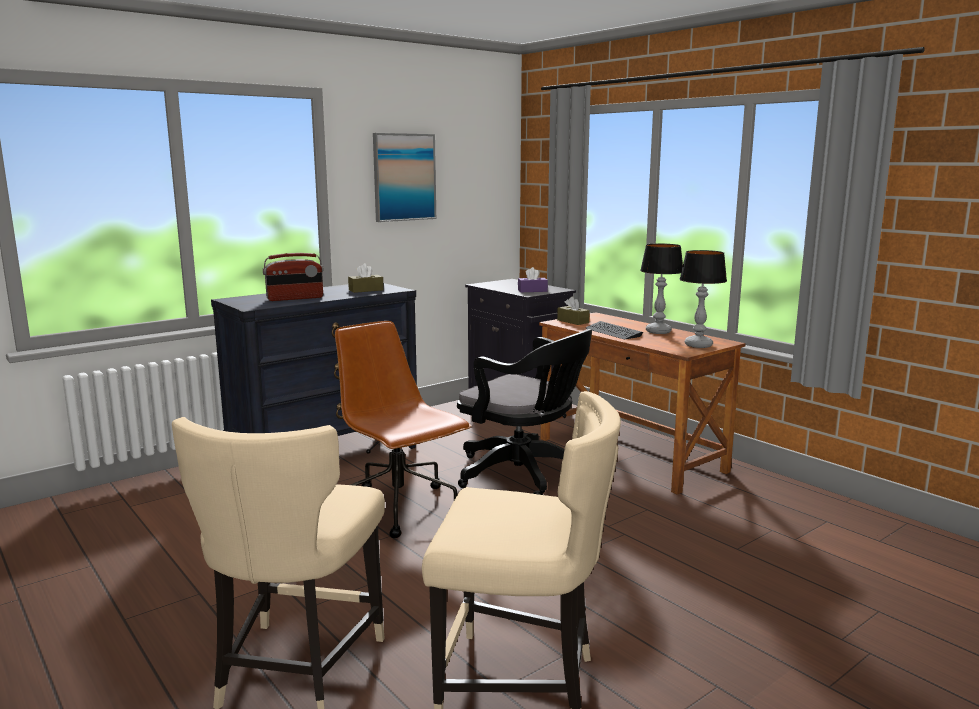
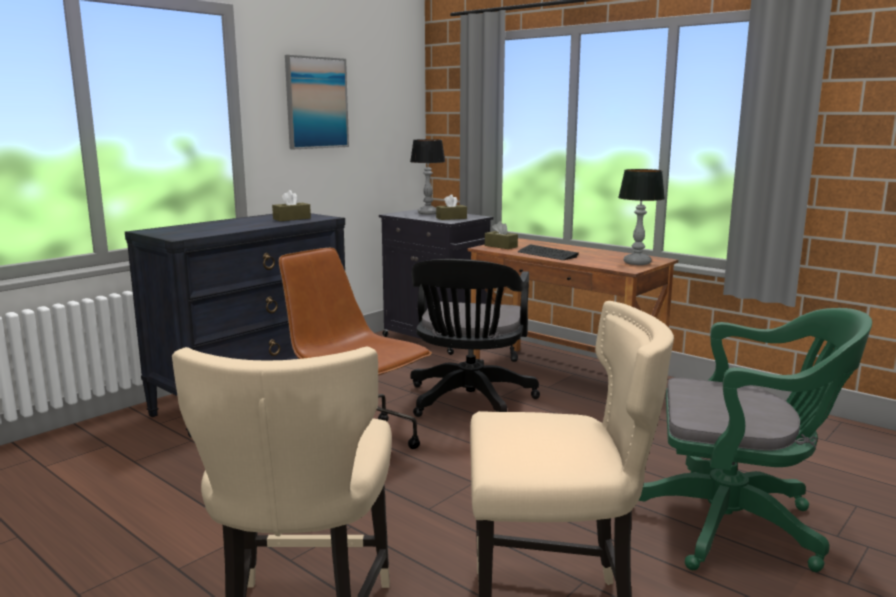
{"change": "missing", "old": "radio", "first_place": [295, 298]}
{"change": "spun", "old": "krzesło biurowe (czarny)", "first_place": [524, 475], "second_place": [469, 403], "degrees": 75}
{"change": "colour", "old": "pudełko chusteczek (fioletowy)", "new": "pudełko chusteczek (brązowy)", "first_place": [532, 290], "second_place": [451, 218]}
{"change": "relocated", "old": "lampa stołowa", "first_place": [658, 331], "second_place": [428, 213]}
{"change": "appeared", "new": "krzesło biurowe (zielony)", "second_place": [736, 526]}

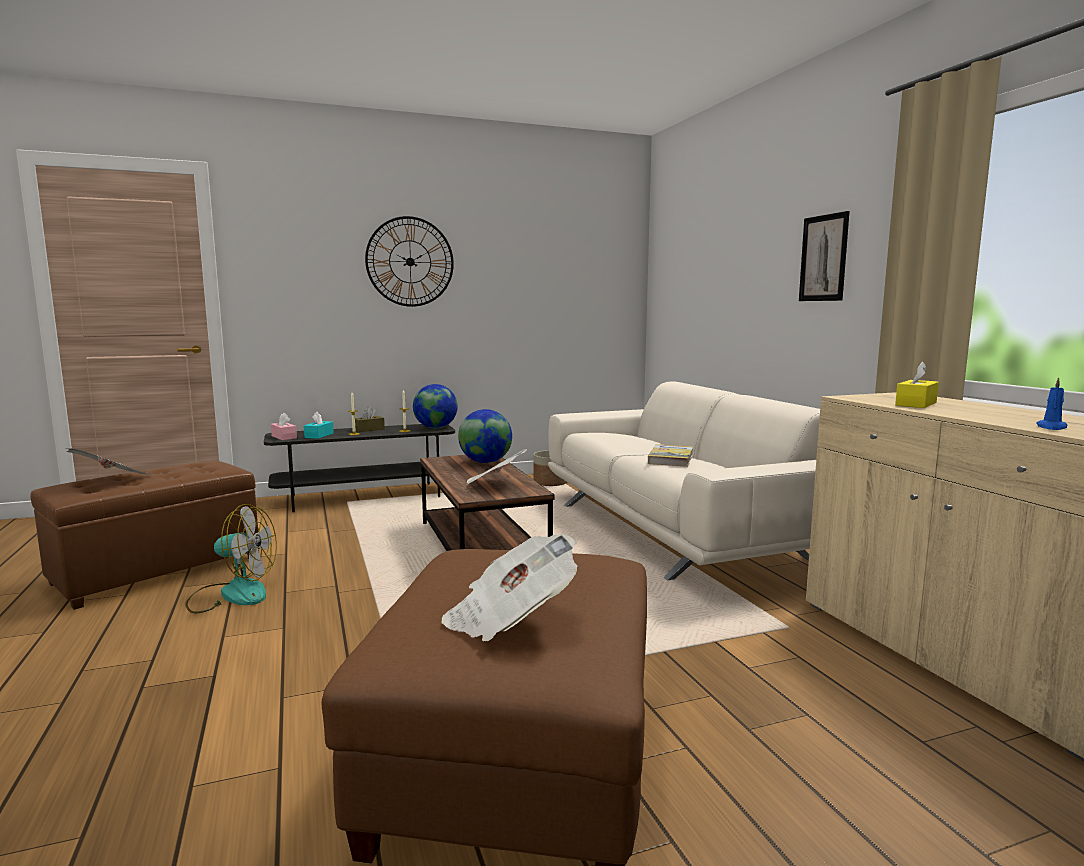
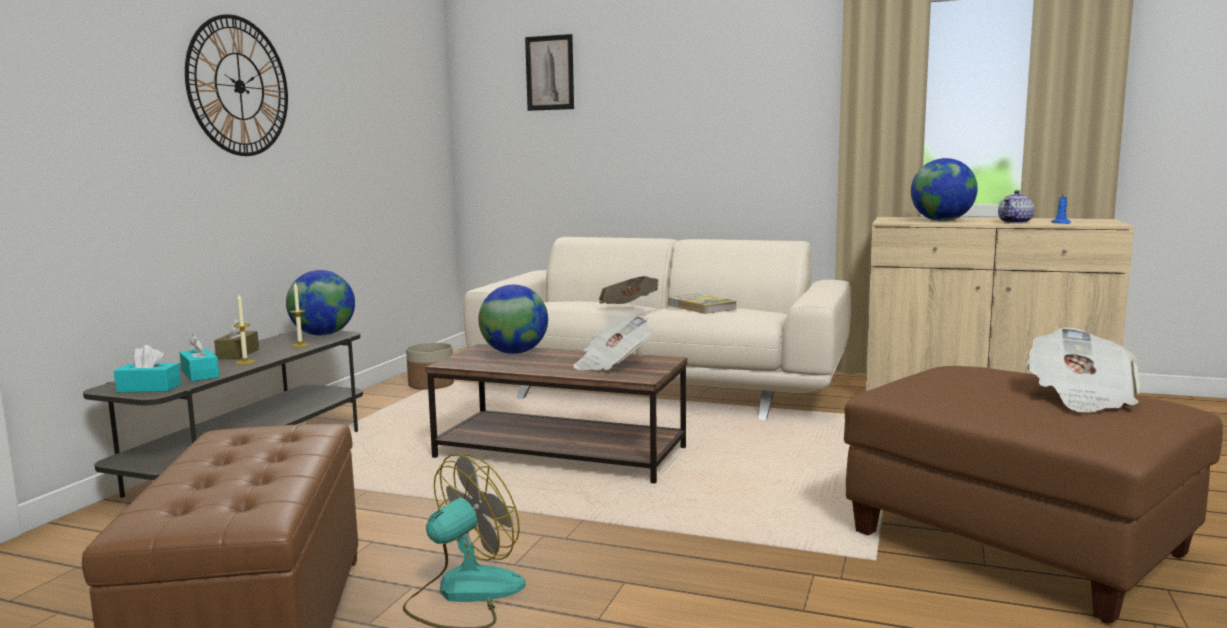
{"change": "relocated", "old": "gazeta", "first_place": [112, 480], "second_place": [628, 308]}
{"change": "colour", "old": "pudełko chusteczek (różowy)", "new": "pudełko chusteczek (turkusowy)", "first_place": [284, 437], "second_place": [149, 388]}
{"change": "relocated", "old": "obraz", "first_place": [823, 258], "second_place": [550, 73]}
{"change": "exchanged", "old": "pudełko chusteczek (żółty)", "new": "globus", "first_place": [916, 404], "second_place": [942, 221]}
{"change": "appeared", "new": "imbryk", "second_place": [1015, 222]}

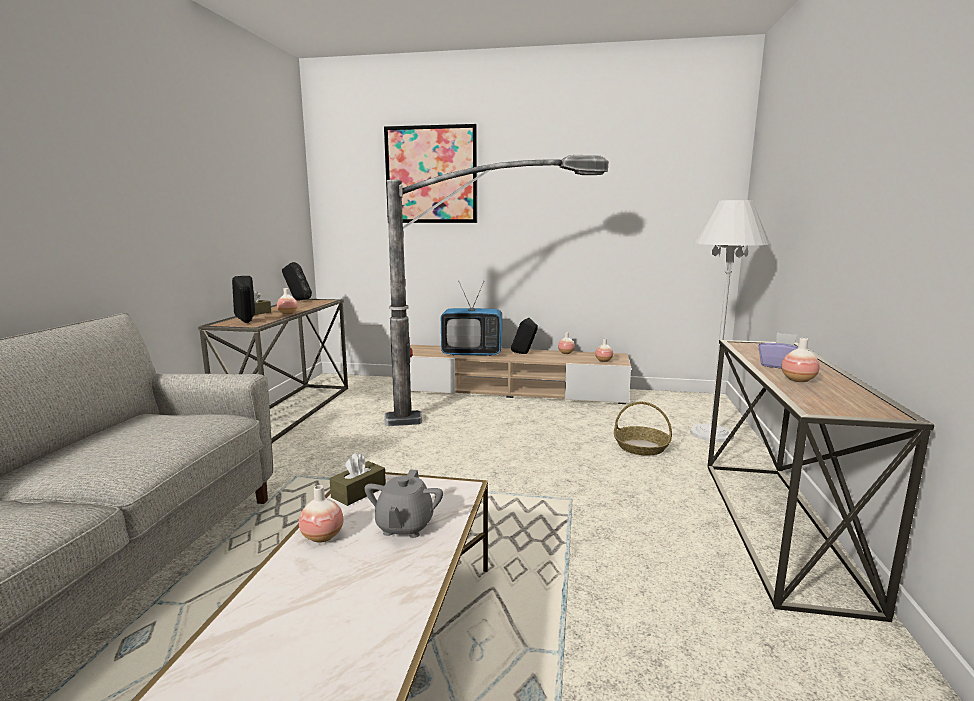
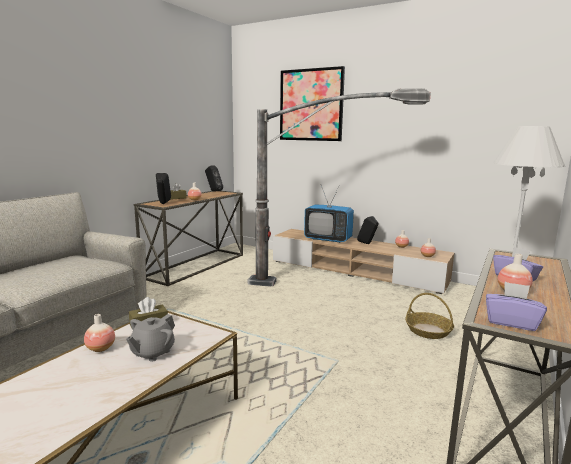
{"change": "appeared", "new": "pudełko chusteczek (fioletowy)", "second_place": [511, 322]}

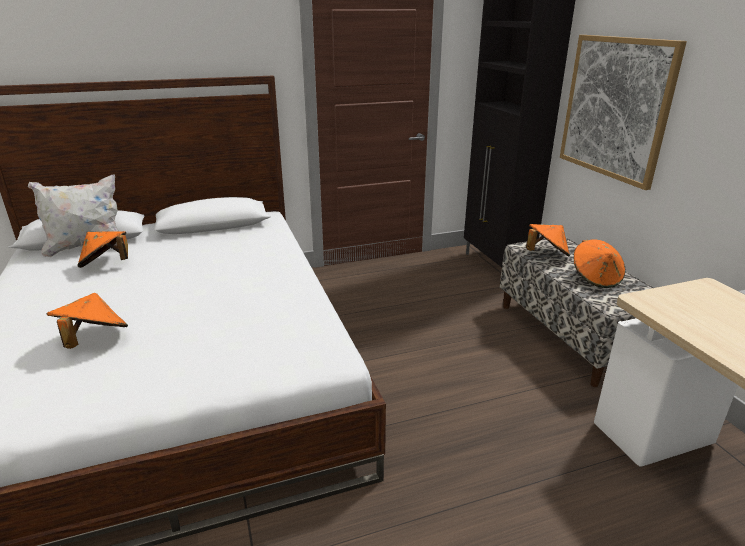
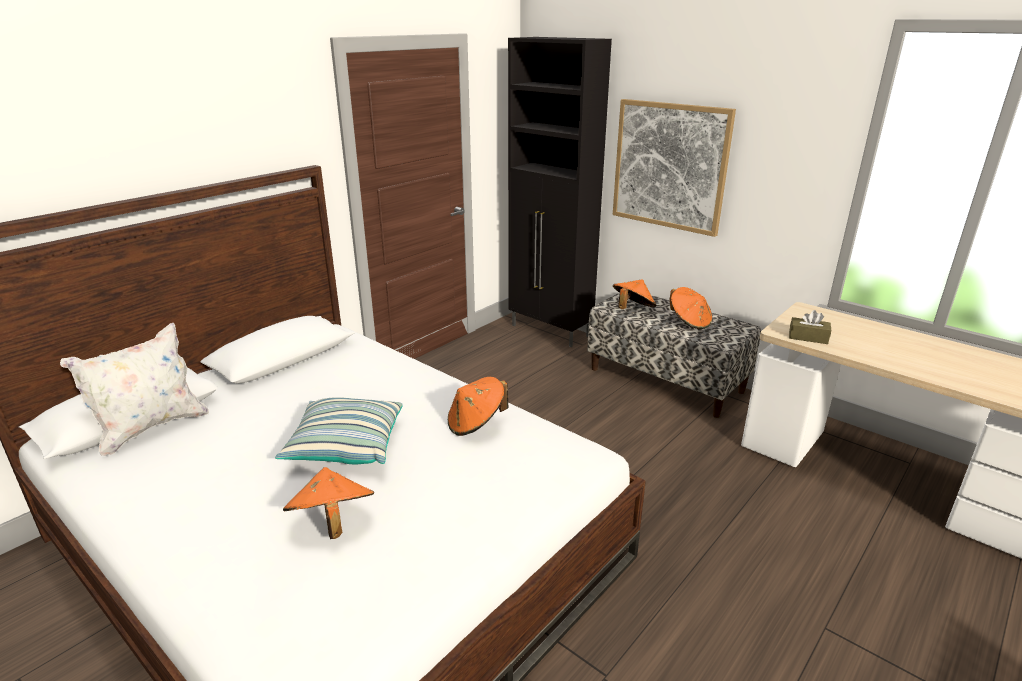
{"change": "relocated", "old": "kapelusz (pomarańczowy)", "first_place": [106, 265], "second_place": [476, 423]}
{"change": "appeared", "new": "poduszka", "second_place": [345, 446]}
{"change": "appeared", "new": "pudełko chusteczek (brązowy)", "second_place": [808, 337]}

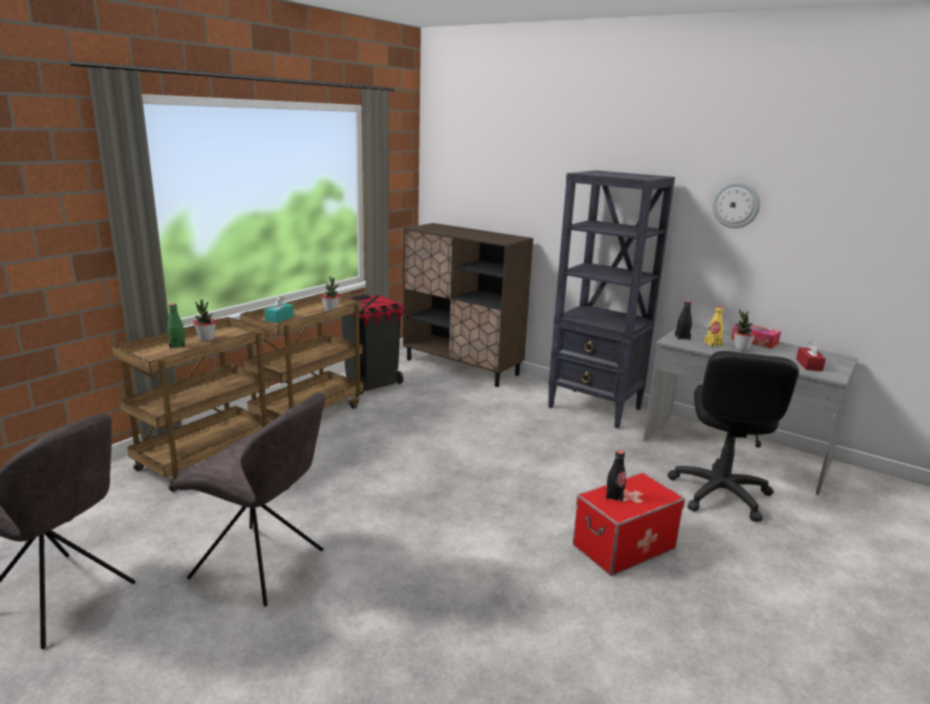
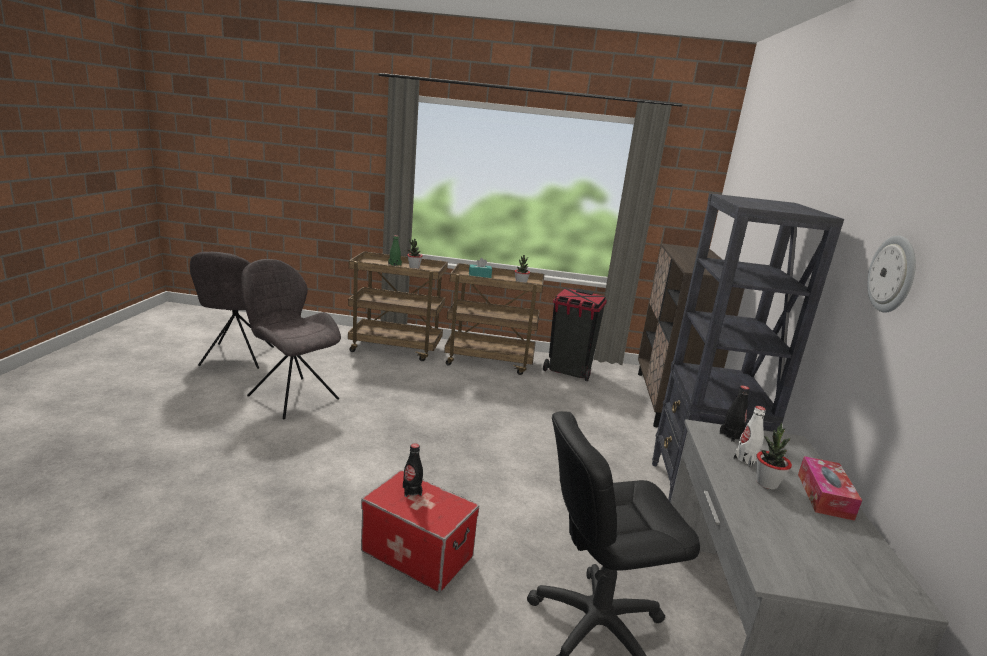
{"change": "spun", "old": "krzesło (szary)", "first_place": [261, 566], "second_place": [291, 396], "degrees": 135}
{"change": "colour", "old": "butelka (żółty)", "new": "butelka (biały)", "first_place": [713, 344], "second_place": [745, 459]}
{"change": "missing", "old": "pudełko chusteczek (czerwony)", "first_place": [809, 365]}

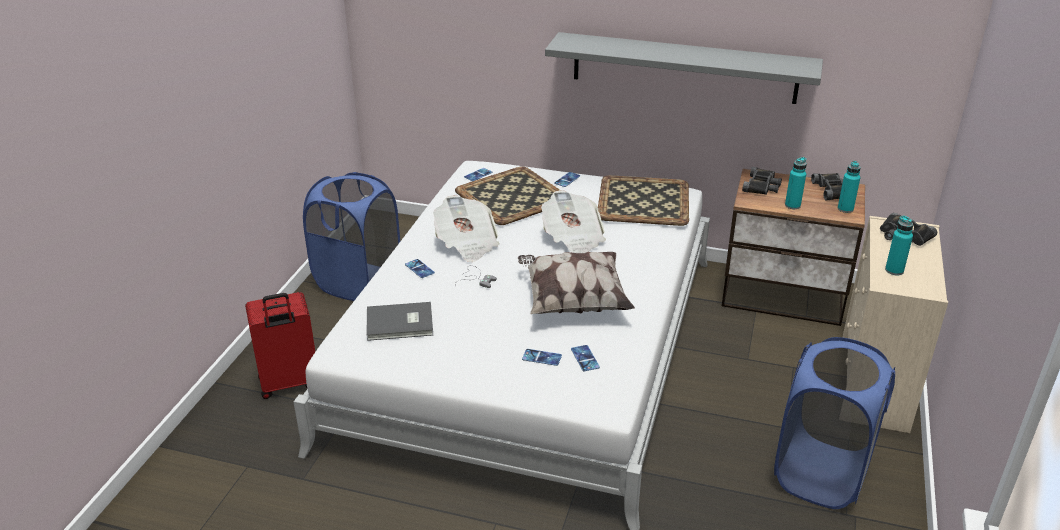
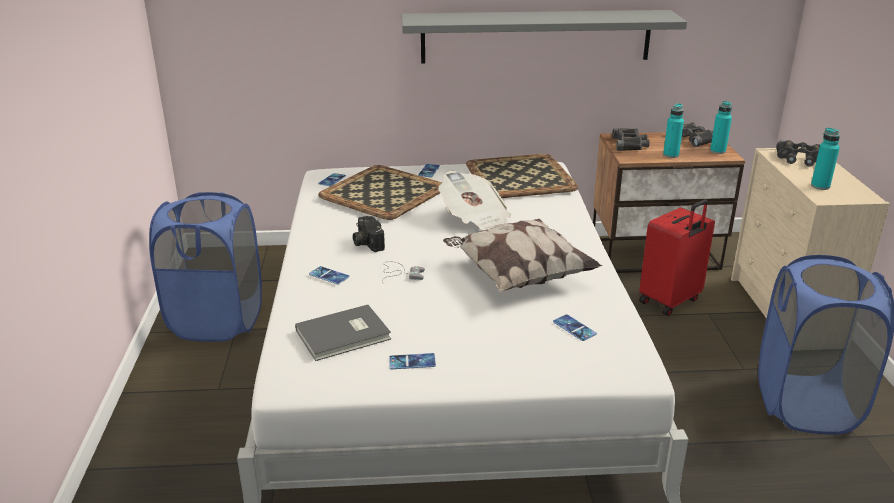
{"change": "relocated", "old": "walizka (czerwony)", "first_place": [289, 384], "second_place": [670, 301]}
{"change": "exchanged", "old": "gazeta", "new": "aparat fotograficzny", "first_place": [466, 244], "second_place": [366, 243]}
{"change": "relocated", "old": "telefon", "first_place": [542, 357], "second_place": [412, 362]}

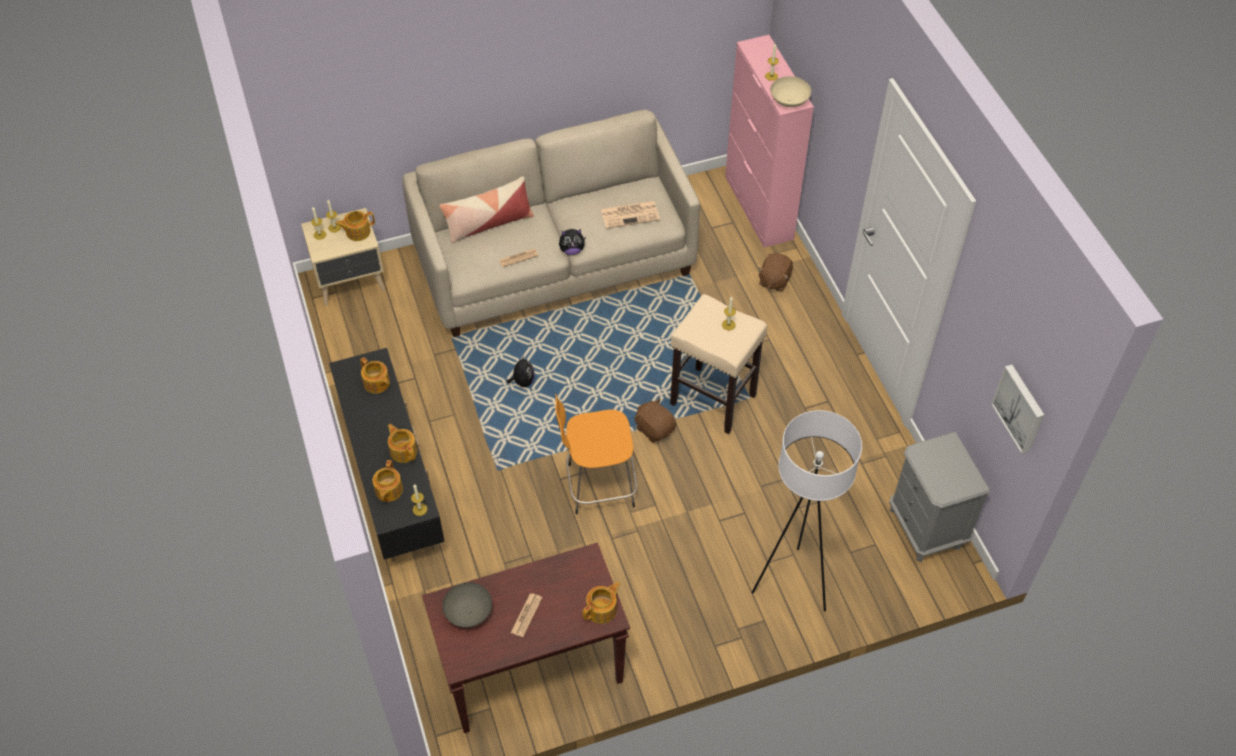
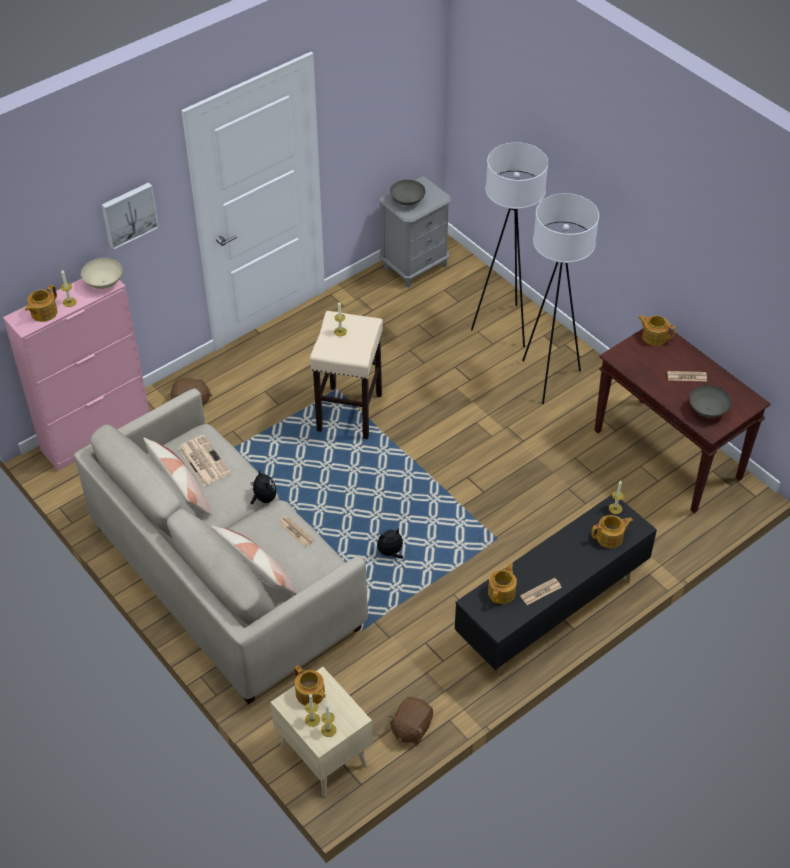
{"change": "relocated", "old": "imbryk", "first_place": [403, 450], "second_place": [43, 313]}
{"change": "missing", "old": "stołek (pomarańczowy)", "first_place": [598, 486]}
{"change": "relocated", "old": "pluszak (brązowy)", "first_place": [654, 428], "second_place": [411, 728]}
{"change": "relocated", "old": "obraz", "first_place": [1020, 408], "second_place": [128, 214]}
{"change": "appeared", "new": "poduszka", "second_place": [180, 490]}
{"change": "appeared", "new": "miska (szary)", "second_place": [408, 201]}
{"change": "appeared", "new": "gazeta", "second_place": [540, 592]}
{"change": "appeared", "new": "lampa stojąca (biały)", "second_place": [548, 378]}

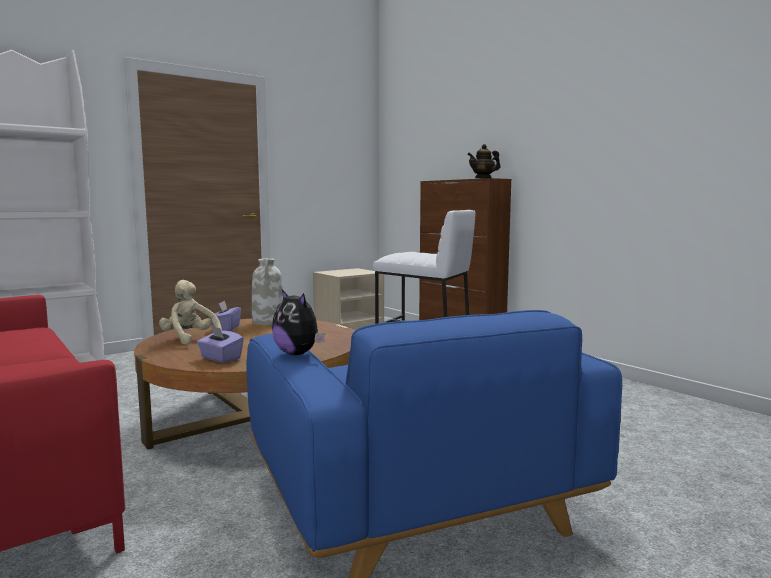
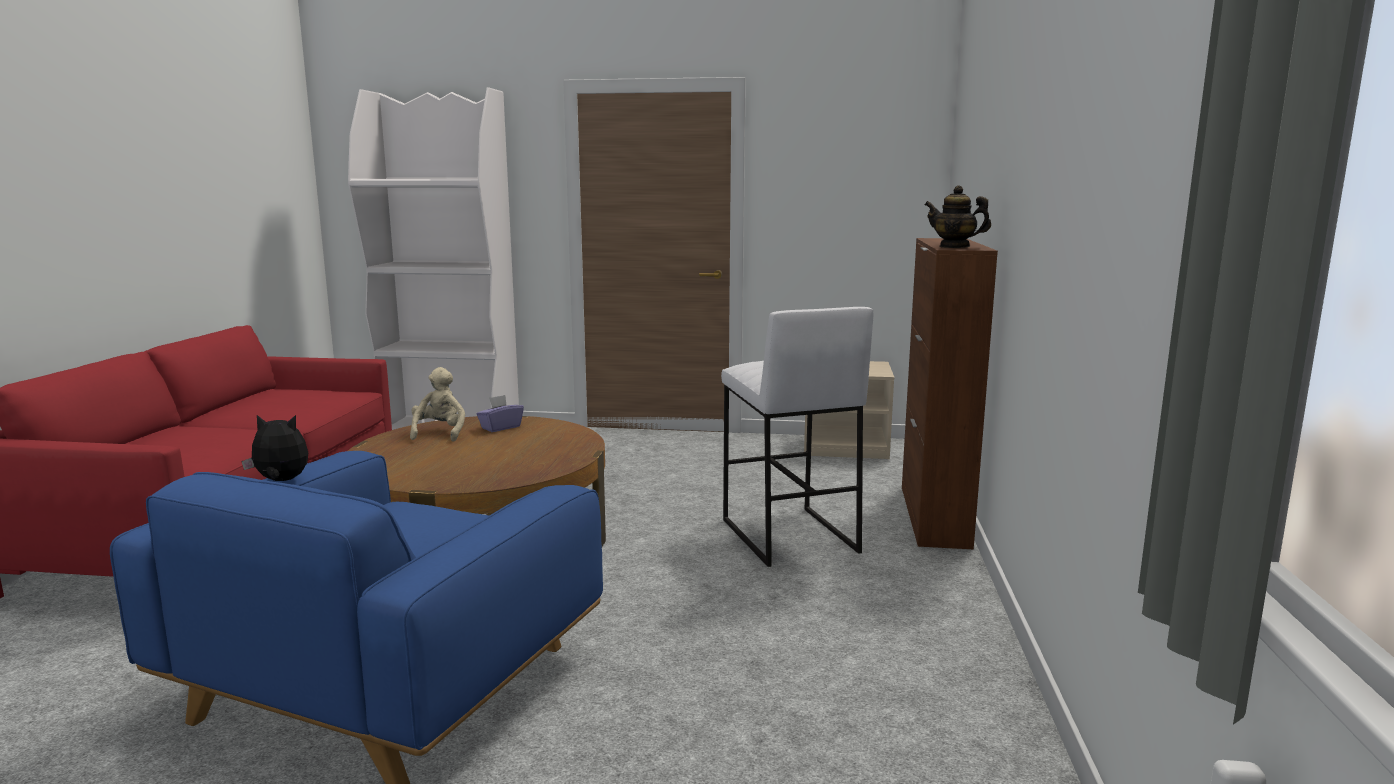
{"change": "missing", "old": "pudełko chusteczek (fioletowy)", "first_place": [220, 358]}
{"change": "missing", "old": "wazon (biały)", "first_place": [268, 322]}
{"change": "spun", "old": "pluszak", "first_place": [298, 354], "second_place": [281, 481], "degrees": 90}

